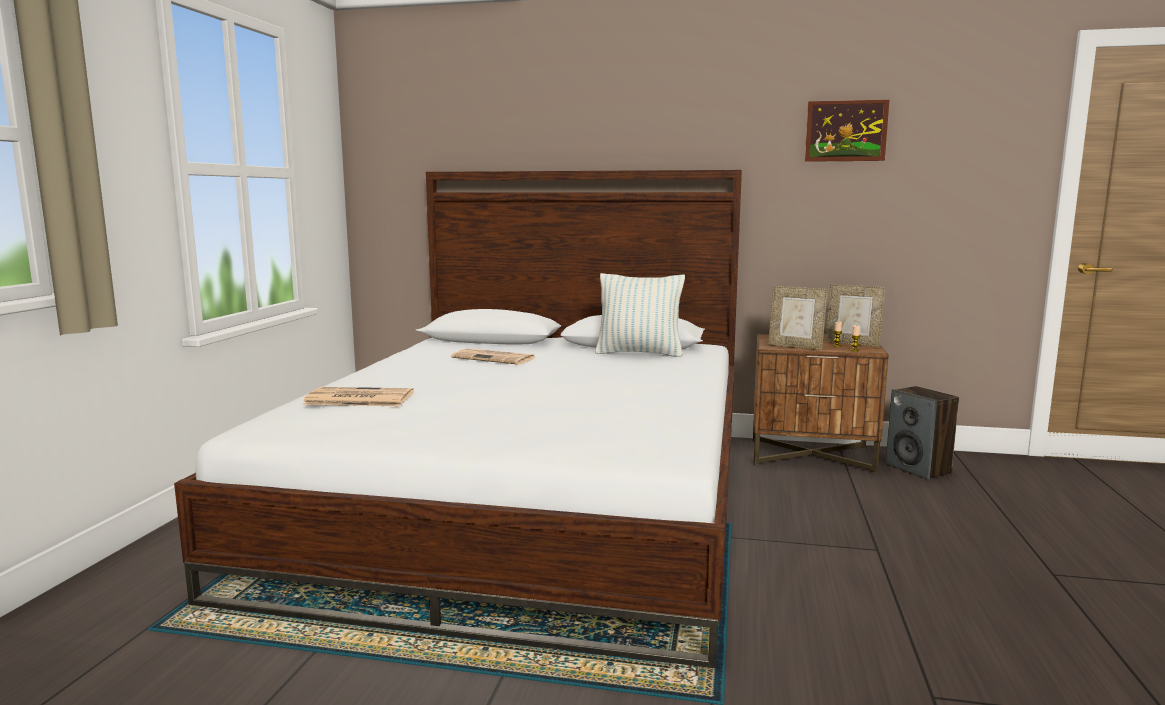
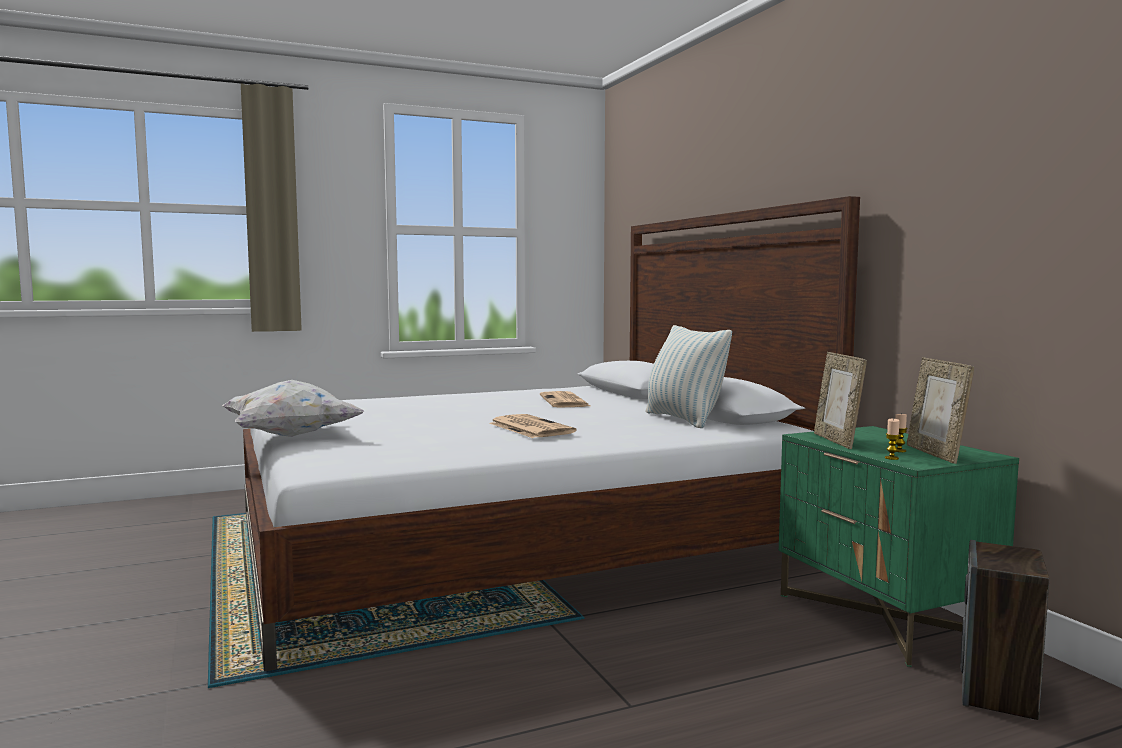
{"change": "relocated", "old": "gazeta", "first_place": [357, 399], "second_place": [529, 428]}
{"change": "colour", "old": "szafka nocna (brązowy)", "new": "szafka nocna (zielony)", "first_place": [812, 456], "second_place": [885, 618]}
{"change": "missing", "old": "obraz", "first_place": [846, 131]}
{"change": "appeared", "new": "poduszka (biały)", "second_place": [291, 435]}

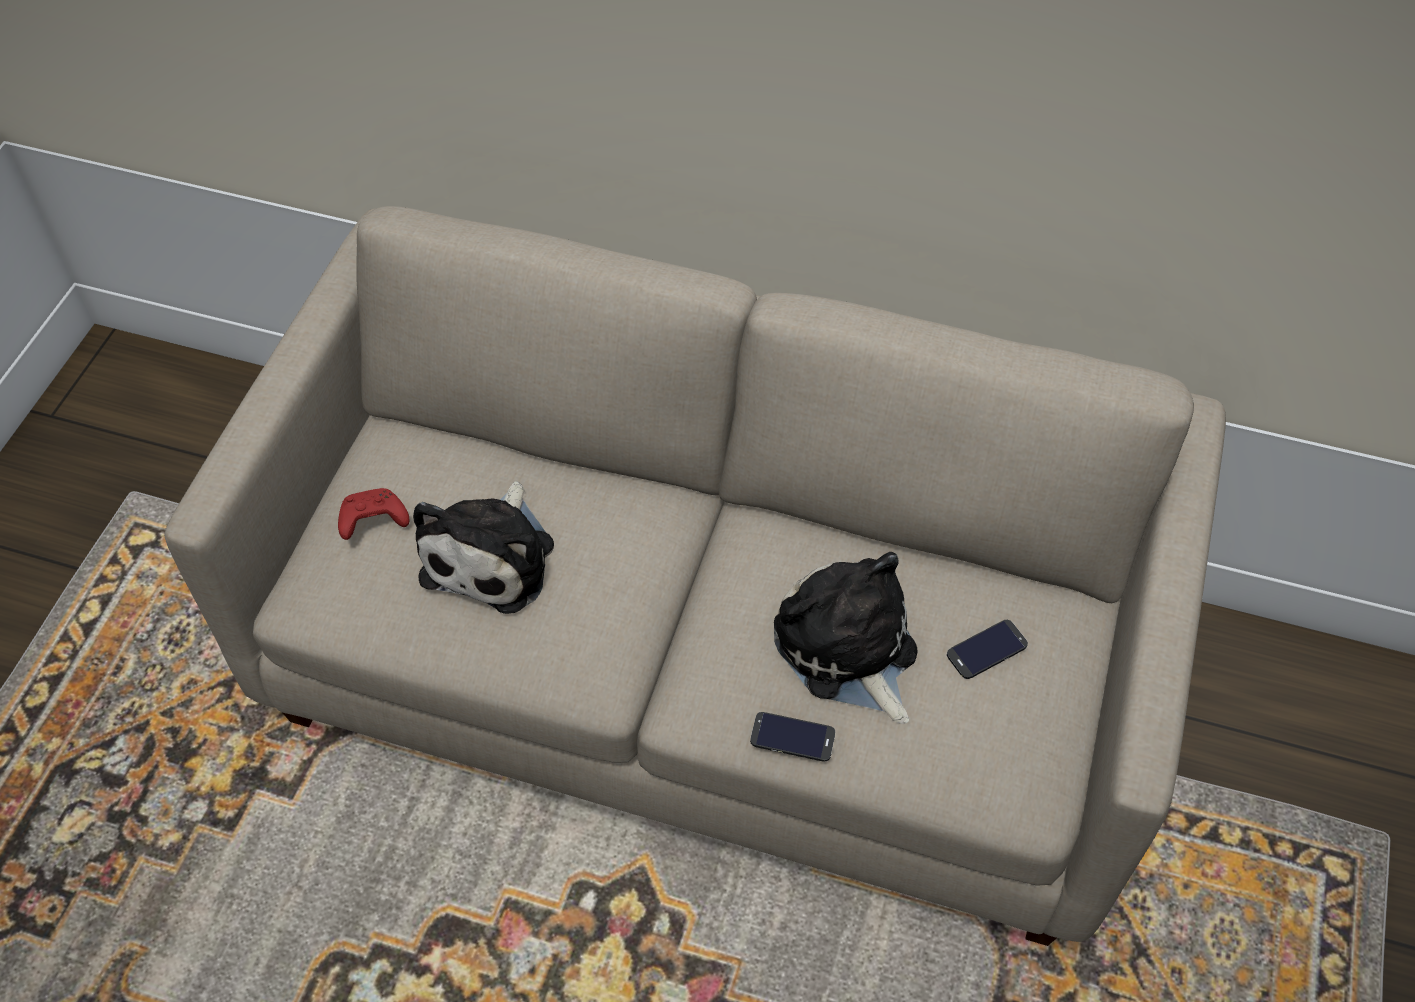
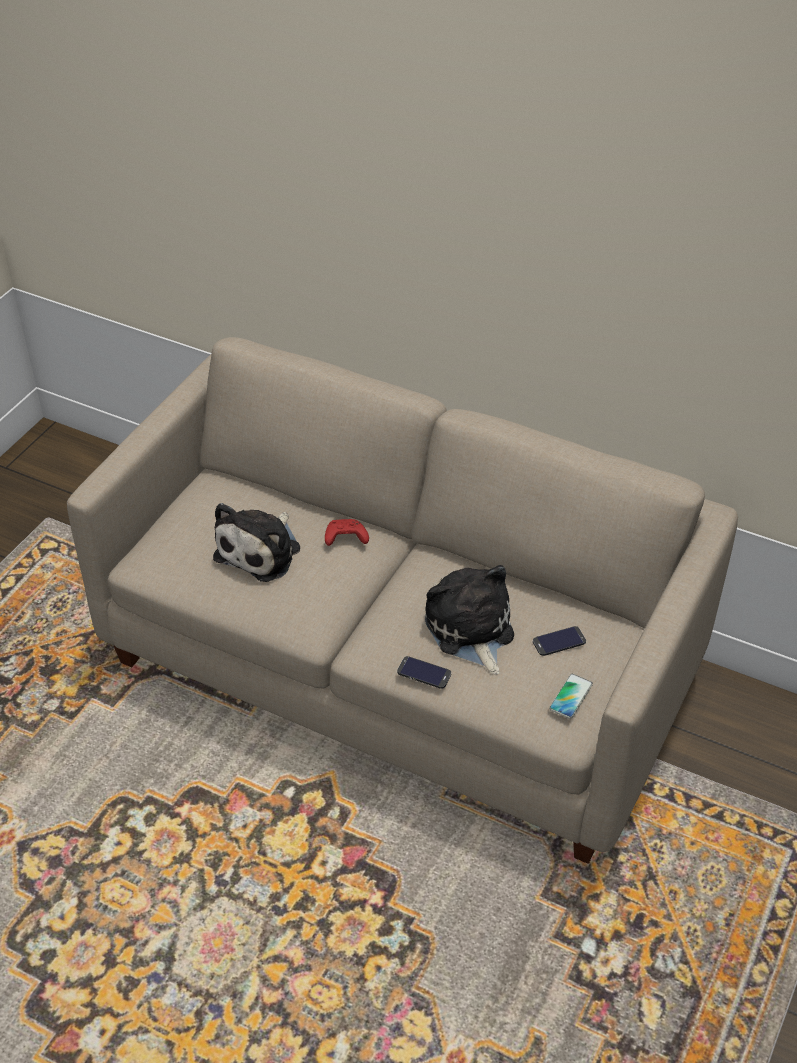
{"change": "relocated", "old": "pad do gier (czerwony)", "first_place": [372, 520], "second_place": [345, 538]}
{"change": "appeared", "new": "telefon", "second_place": [570, 696]}

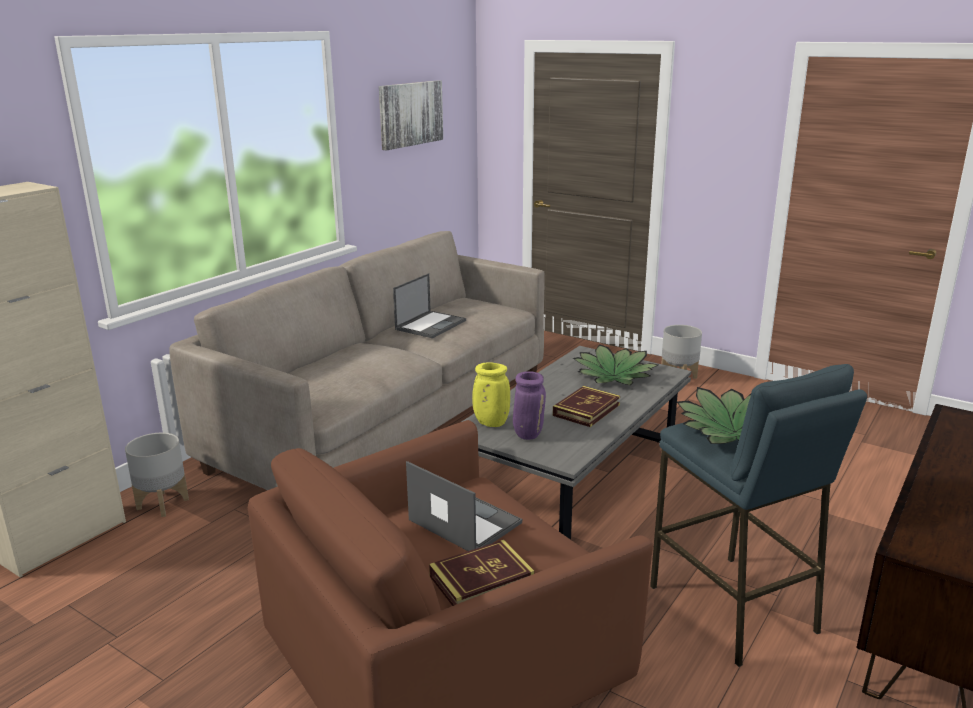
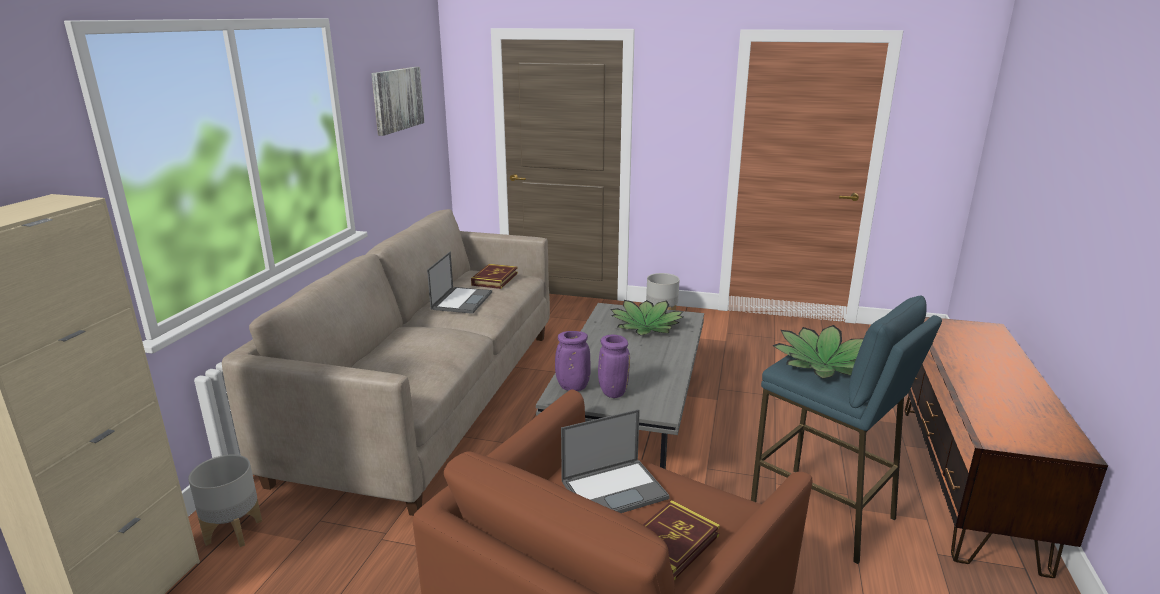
{"change": "spun", "old": "laptop", "first_place": [463, 521], "second_place": [615, 489], "degrees": 135}
{"change": "colour", "old": "wazon (żółty)", "new": "wazon (fioletowy)", "first_place": [490, 423], "second_place": [572, 387]}
{"change": "relocated", "old": "książka", "first_place": [586, 410], "second_place": [495, 279]}

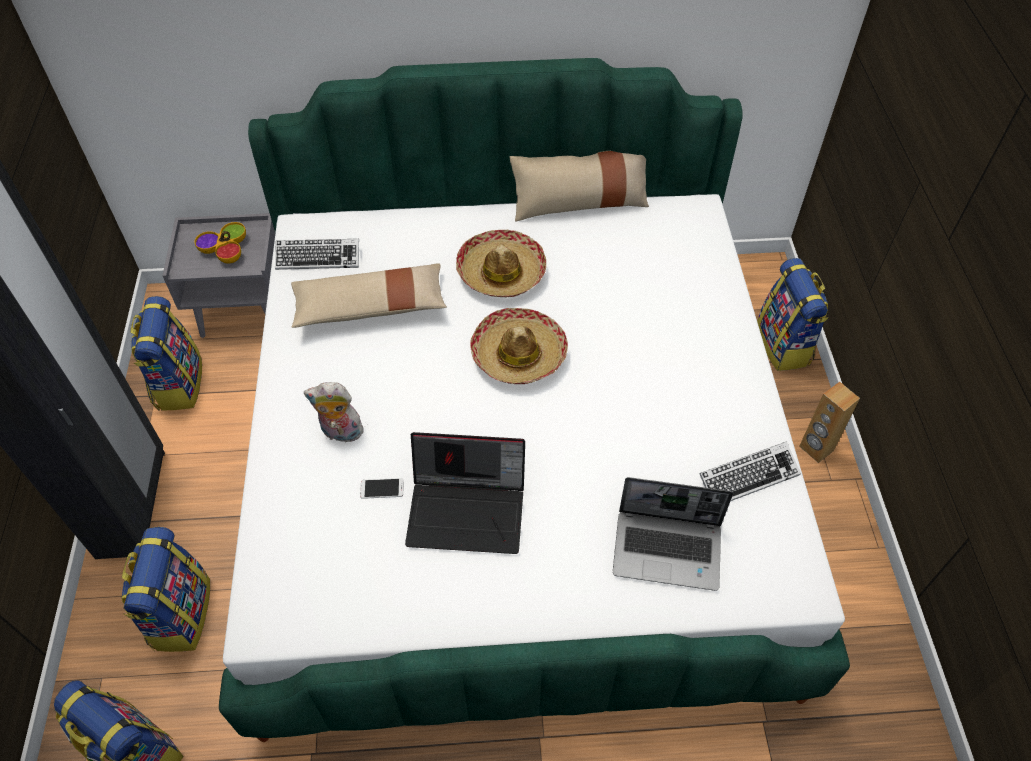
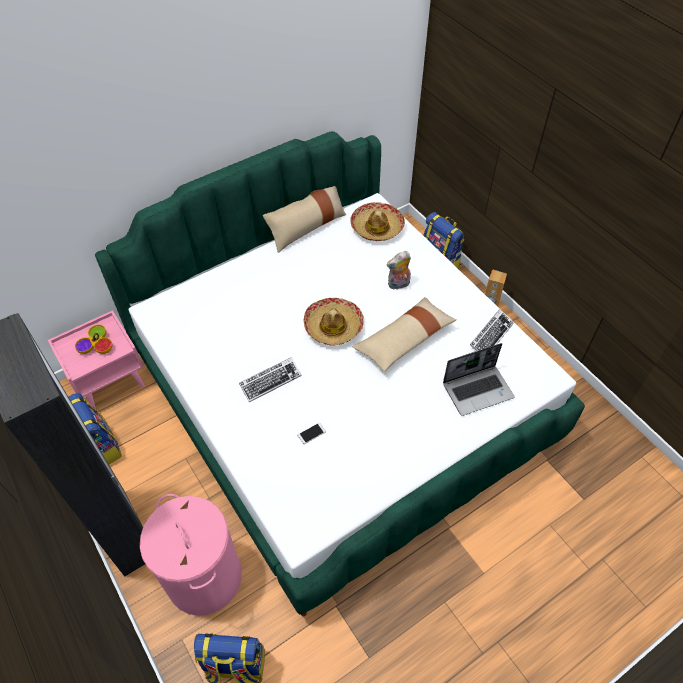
{"change": "exchanged", "old": "plecak", "new": "kosz na pranie (różowy)", "first_place": [180, 613], "second_place": [203, 577]}
{"change": "colour", "old": "szafka nocna (szary)", "new": "szafka nocna (różowy)", "first_place": [244, 310], "second_place": [111, 382]}
{"change": "relocated", "old": "klawiatura", "first_place": [318, 258], "second_place": [270, 381]}
{"change": "relocated", "old": "poduszka (beżowy)", "first_place": [370, 306], "second_place": [404, 340]}
{"change": "relocated", "old": "pluszak", "first_place": [340, 433], "second_place": [398, 285]}
{"change": "missing", "old": "laptop", "first_place": [468, 510]}
{"change": "relocated", "old": "kapelusz", "first_place": [501, 272], "second_place": [376, 227]}

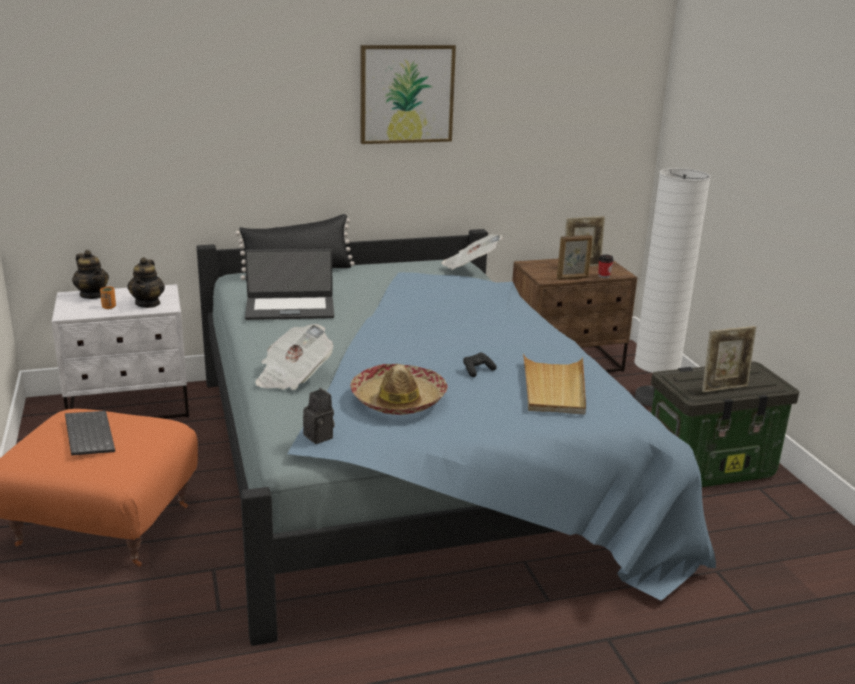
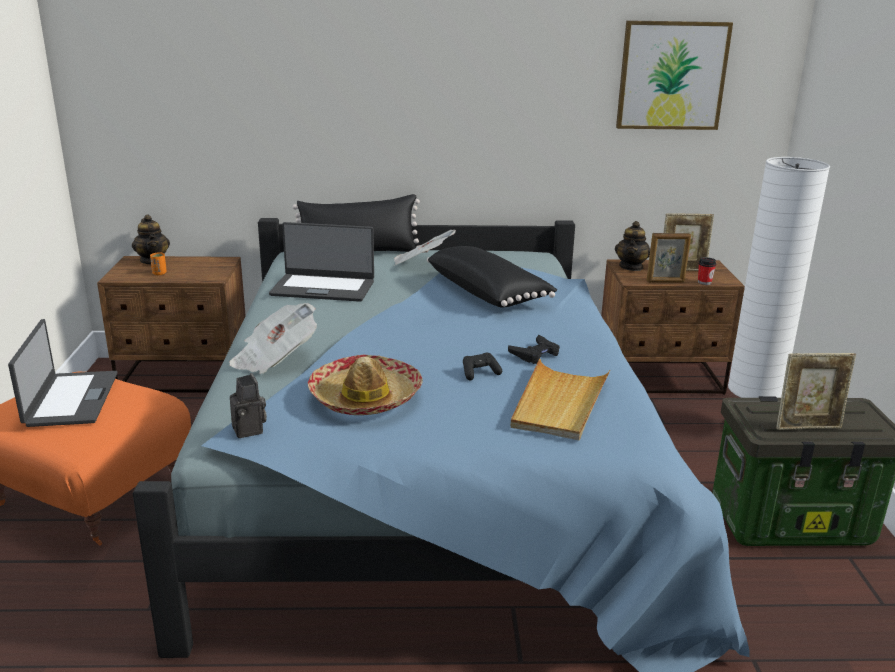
{"change": "colour", "old": "szafka nocna (biały)", "new": "szafka nocna (brązowy)", "first_place": [130, 407], "second_place": [185, 377]}
{"change": "exchanged", "old": "klawiatura", "new": "laptop", "first_place": [87, 434], "second_place": [70, 399]}
{"change": "relocated", "old": "imbryk", "first_place": [148, 303], "second_place": [631, 267]}
{"change": "relocated", "old": "obraz", "first_place": [406, 94], "second_place": [672, 76]}
{"change": "relocated", "old": "gazeta", "first_place": [470, 266], "second_place": [422, 264]}
{"change": "appeared", "new": "poduszka (czarny)", "second_place": [488, 293]}
{"change": "appeared", "new": "pad do gier (czarny)", "second_place": [535, 354]}

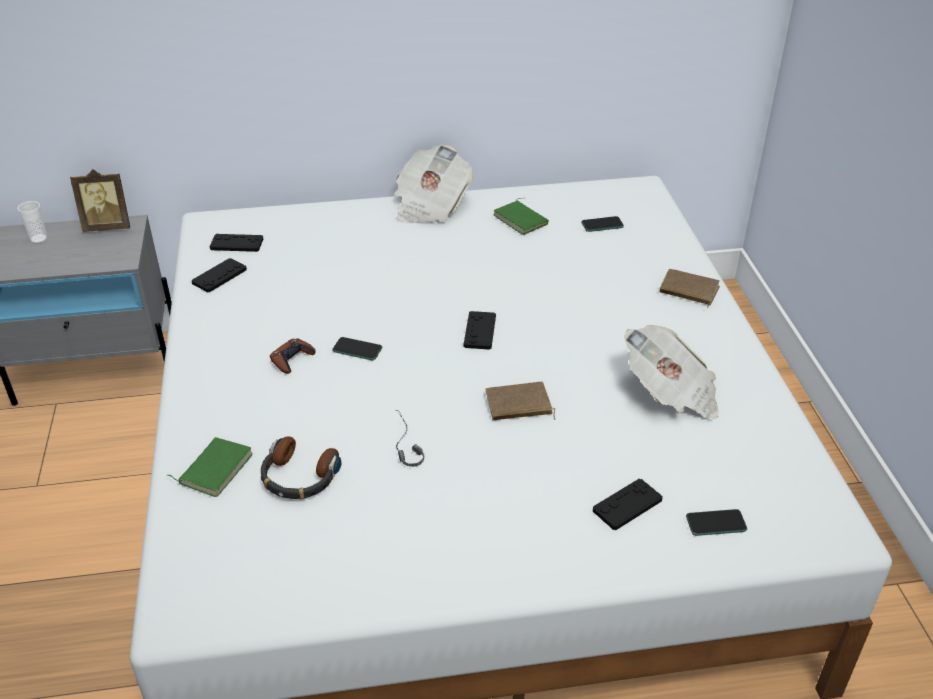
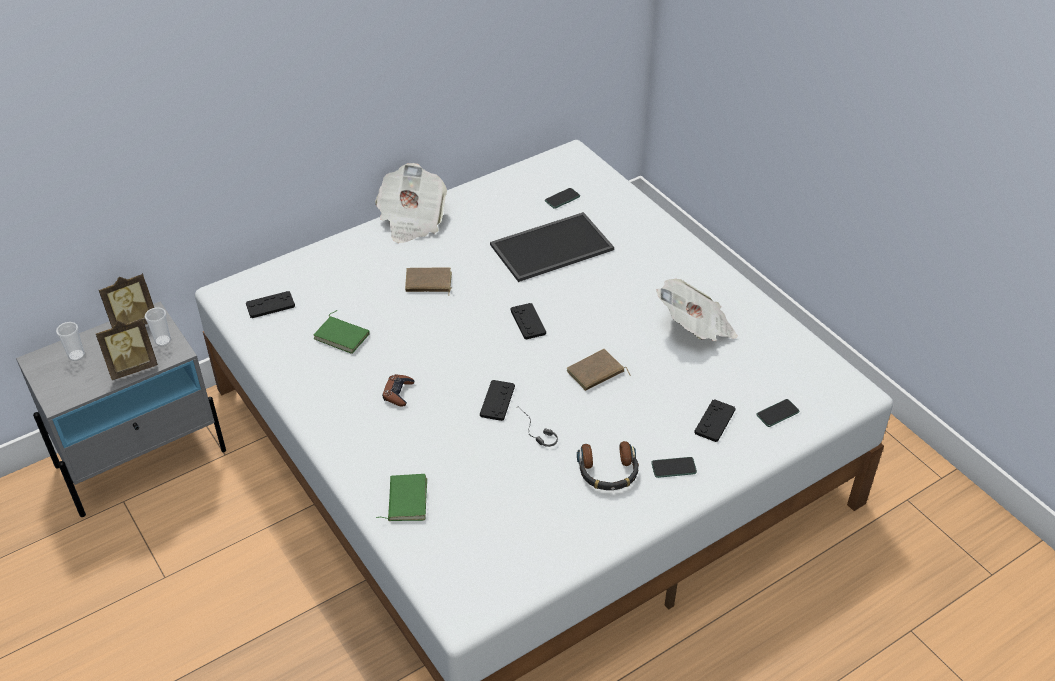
{"change": "relocated", "old": "pad do gier (czarny)", "first_place": [219, 276], "second_place": [497, 401]}
{"change": "relocated", "old": "słuchawki", "first_place": [298, 477], "second_place": [608, 472]}
{"change": "relocated", "old": "telefon", "first_place": [357, 349], "second_place": [673, 468]}
{"change": "relocated", "old": "książka (zielony)", "first_place": [522, 220], "second_place": [343, 336]}
{"change": "relocated", "old": "książka (brązowy)", "first_place": [688, 291], "second_place": [428, 283]}
{"change": "appeared", "new": "ramka na zdjęcie", "second_place": [132, 367]}
{"change": "appeared", "new": "filiżanka", "second_place": [163, 341]}
{"change": "appeared", "new": "taca", "second_place": [552, 246]}

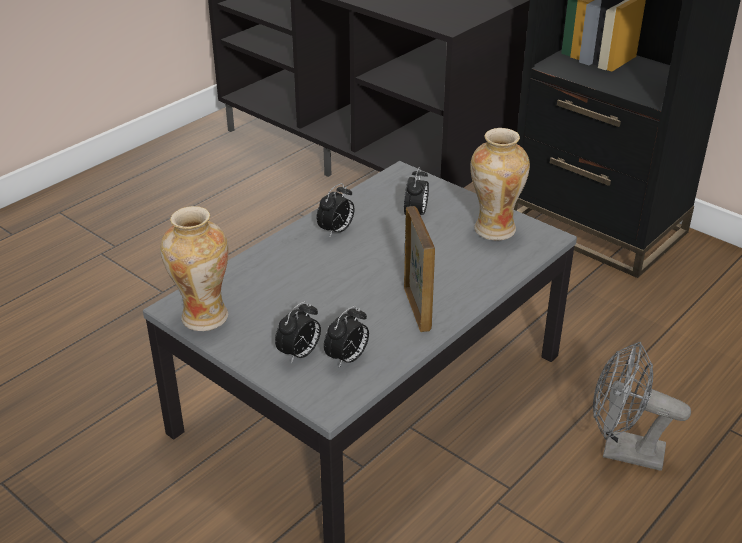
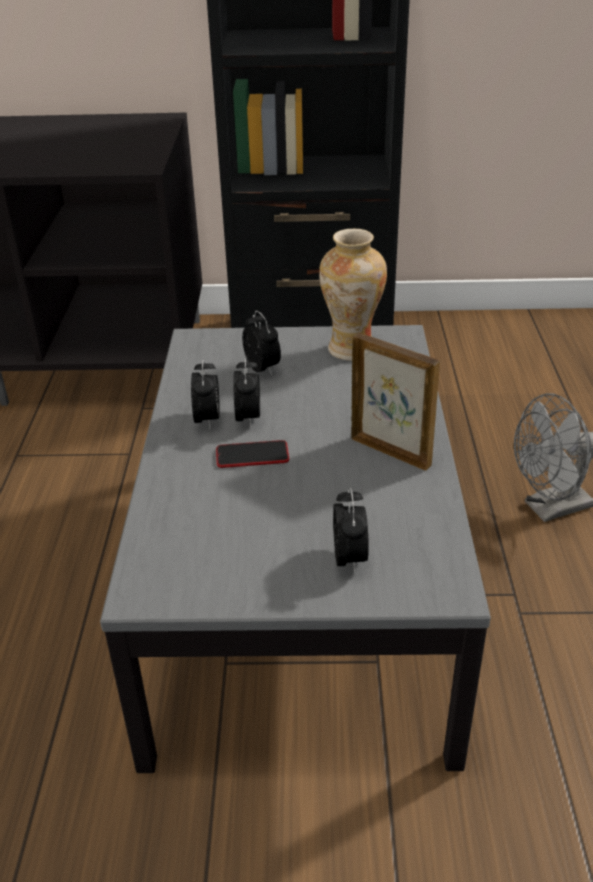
{"change": "missing", "old": "wazon", "first_place": [203, 317]}
{"change": "relocated", "old": "budzik", "first_place": [347, 359], "second_place": [248, 418]}
{"change": "appeared", "new": "telefon", "second_place": [252, 455]}

